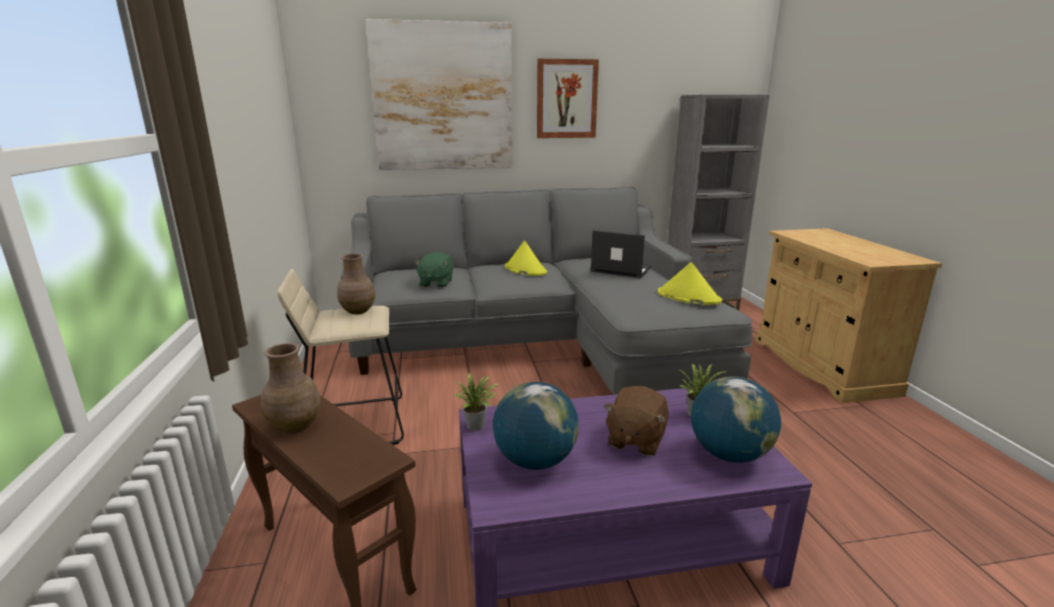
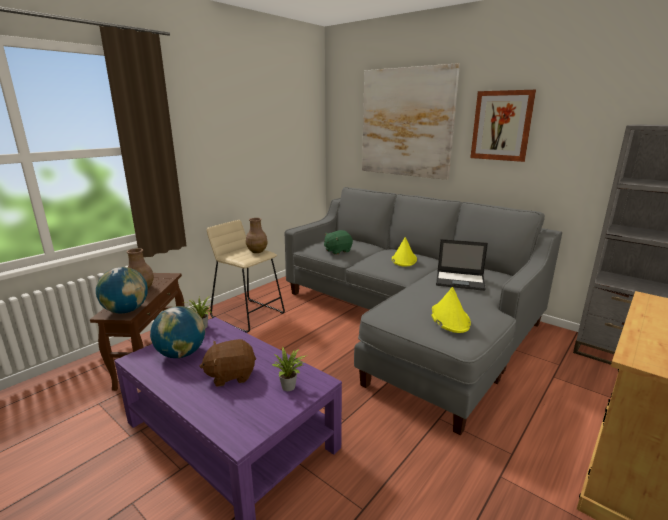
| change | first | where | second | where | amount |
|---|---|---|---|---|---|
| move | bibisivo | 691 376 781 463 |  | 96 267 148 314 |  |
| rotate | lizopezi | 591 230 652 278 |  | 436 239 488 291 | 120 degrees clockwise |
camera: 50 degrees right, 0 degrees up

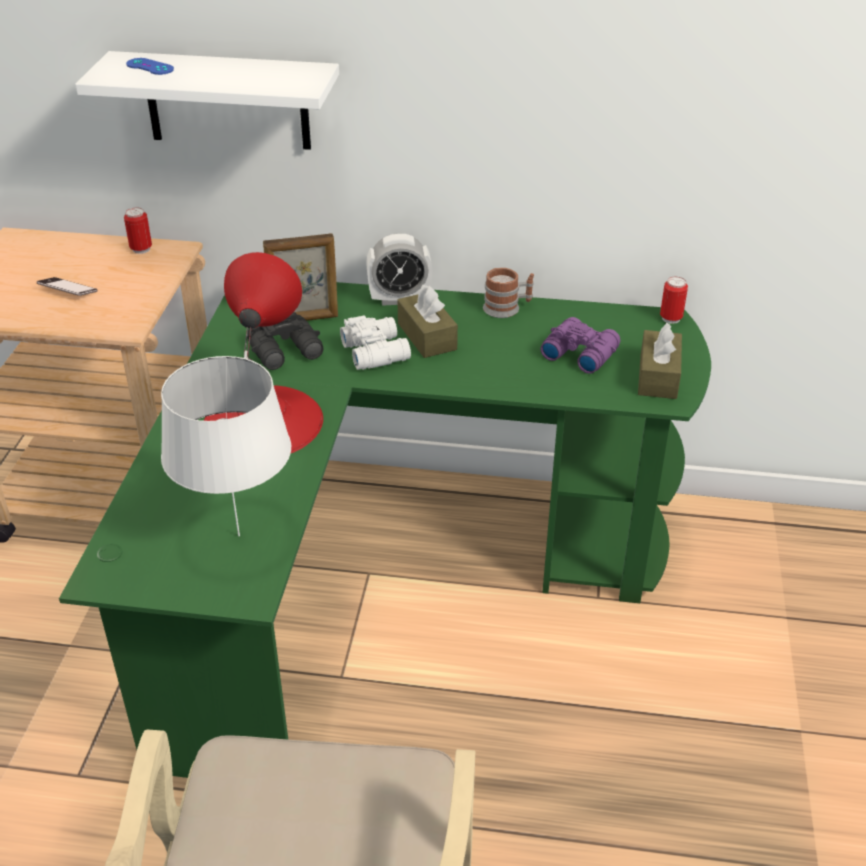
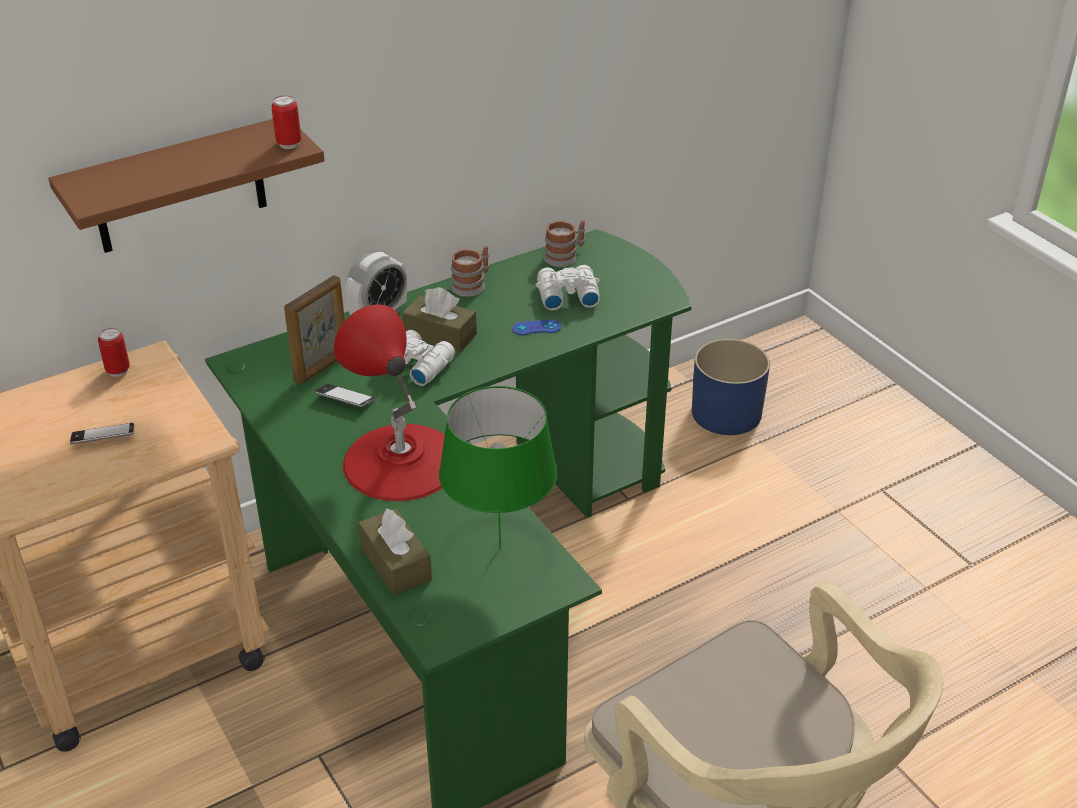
| change | first | where | second | where | amount |
|---|---|---|---|---|---|
| recolor | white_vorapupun | 75 51 339 150 | brown_vorapupun | 48 119 325 253 |  |
| move | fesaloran | 660 277 688 324 |  | 271 96 301 149 |  |
| replace | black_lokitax | 247 312 324 370 | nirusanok | 314 384 375 407 |  |
| move | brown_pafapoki | 638 323 682 399 |  | 358 508 432 595 |  |
| recolor | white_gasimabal | 161 356 291 536 | green_gasimabal | 439 386 557 550 |  |
| move | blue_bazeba | 126 58 174 75 |  | 512 320 561 335 |  |
| recolor | purple_lokitax | 540 317 621 374 | white_lokitax | 536 265 600 310 |  |
| insert |  |  | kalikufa | 544 220 585 267 |  |
| insert |  |  | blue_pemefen | 692 339 770 435 |  |
camera: 40 degrees left, 0 degrees up

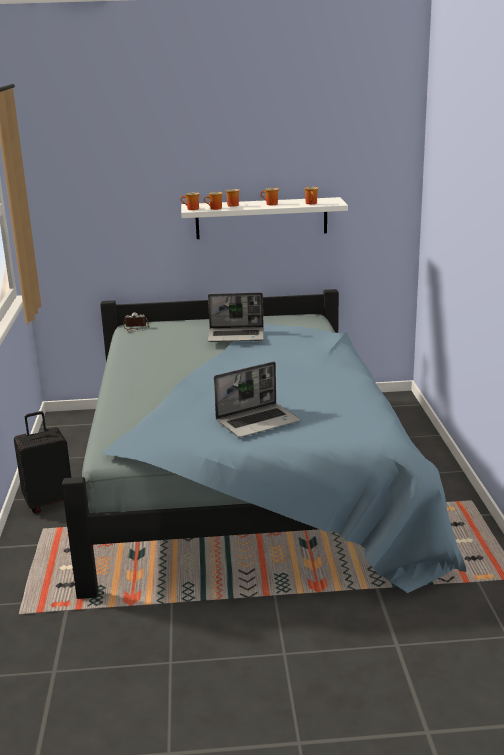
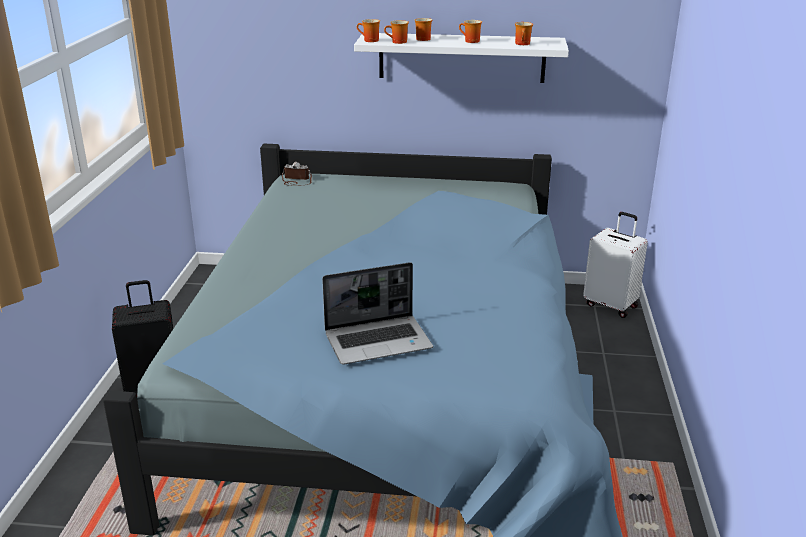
| change | first | where | second | where | amount |
|---|---|---|---|---|---|
| insert |  |  | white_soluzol | 583 212 648 318 |  |
| delete | lizopezi | 208 293 264 342 |  |  |  |
camera: 10 degrees right, 5 degrees up

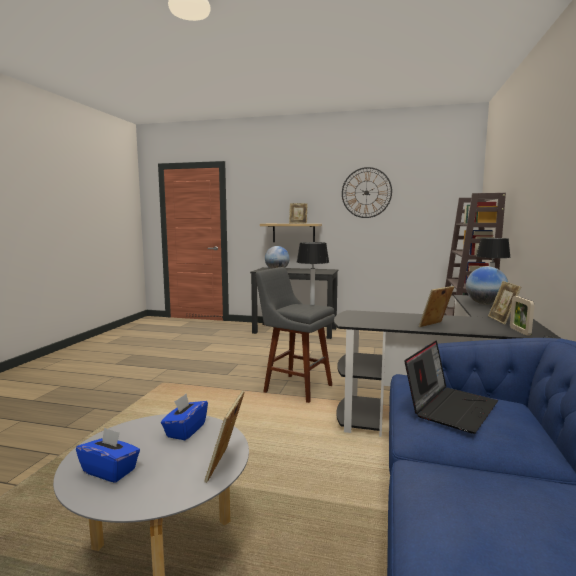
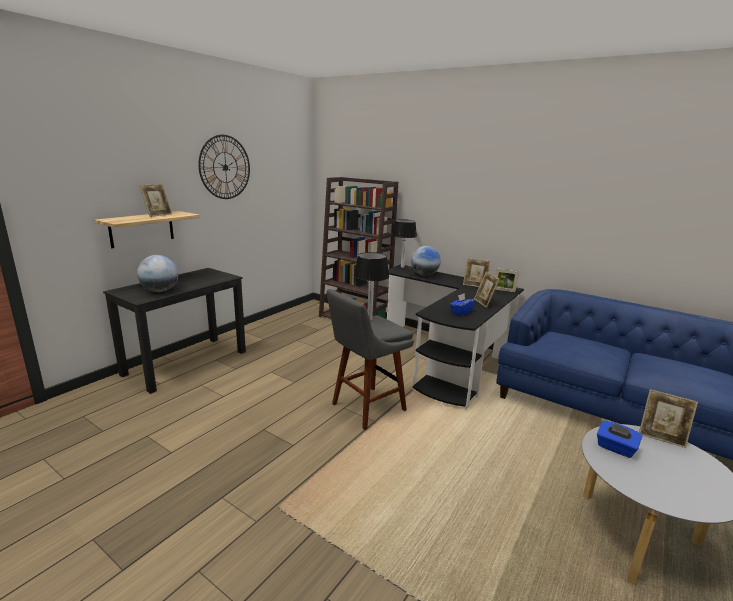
| change | first | where | second | where | amount |
|---|---|---|---|---|---|
| move | blue_pafapoki | 76 427 140 483 |  | 450 293 475 316 |  |
| delete | lizopezi | 404 341 498 434 |  |  |  |
camera: 70 degrees left, 10 degrees up

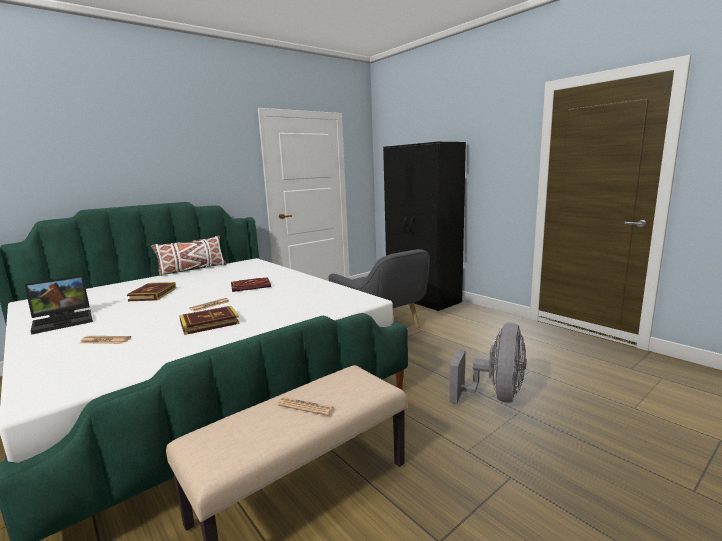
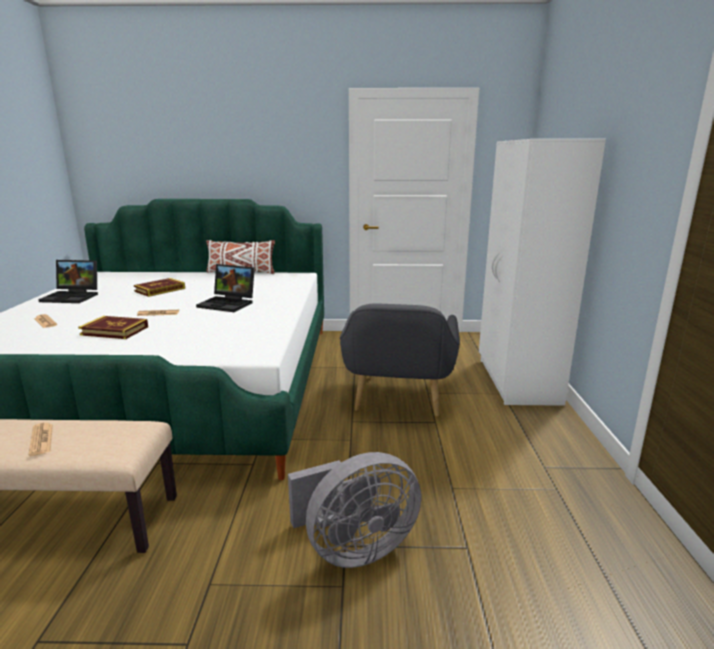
| change | first | where | second | where | amount |
|---|---|---|---|---|---|
| replace | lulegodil | 231 277 271 292 | lizopezi | 196 264 255 312 |  |
| recolor | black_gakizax | 383 142 466 311 | white_gakizax | 479 139 606 406 |  |
camera: 40 degrees right, 5 degrees up

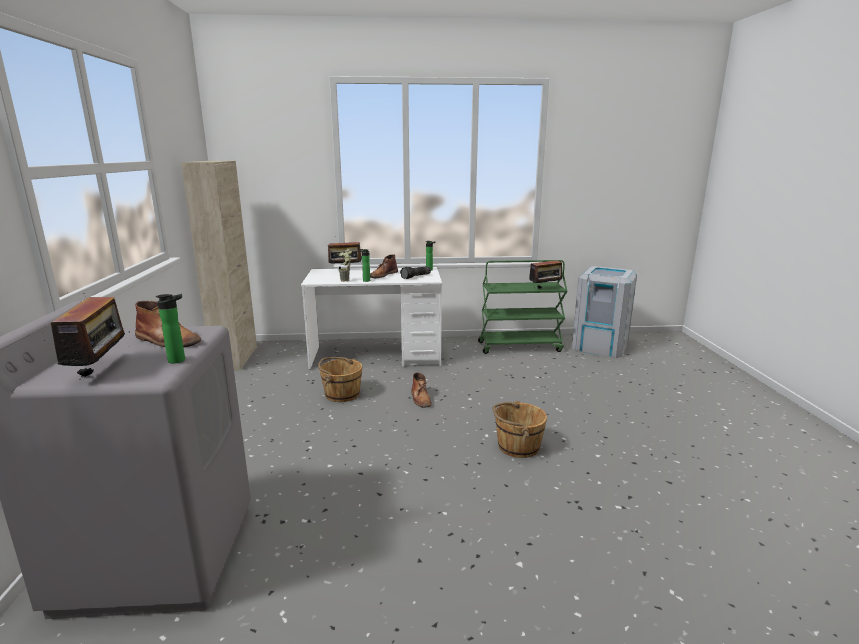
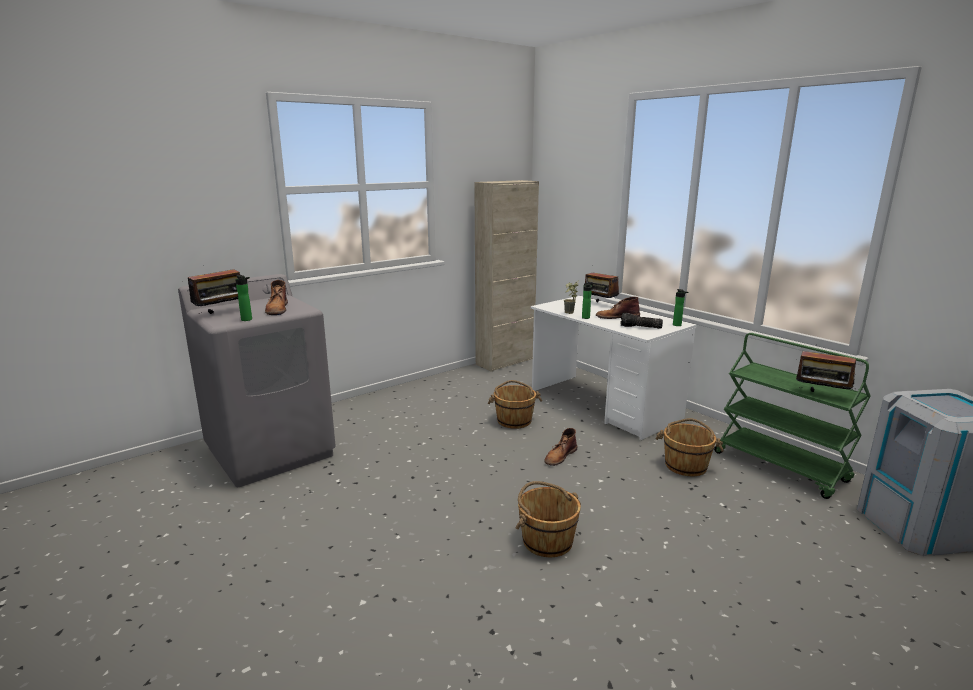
| change | first | where | second | where | amount |
|---|---|---|---|---|---|
| insert |  |  | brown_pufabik | 655 418 724 476 |  |
camera: 55 degrees right, 0 degrees up

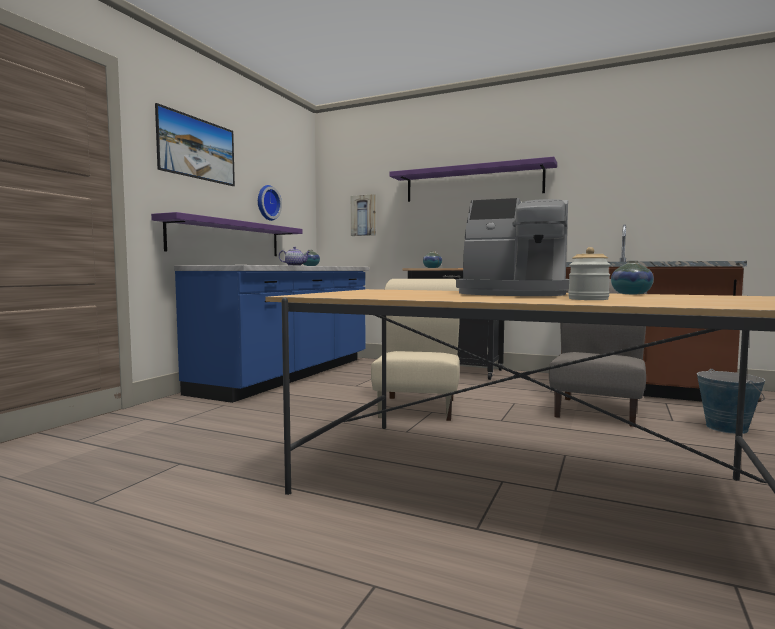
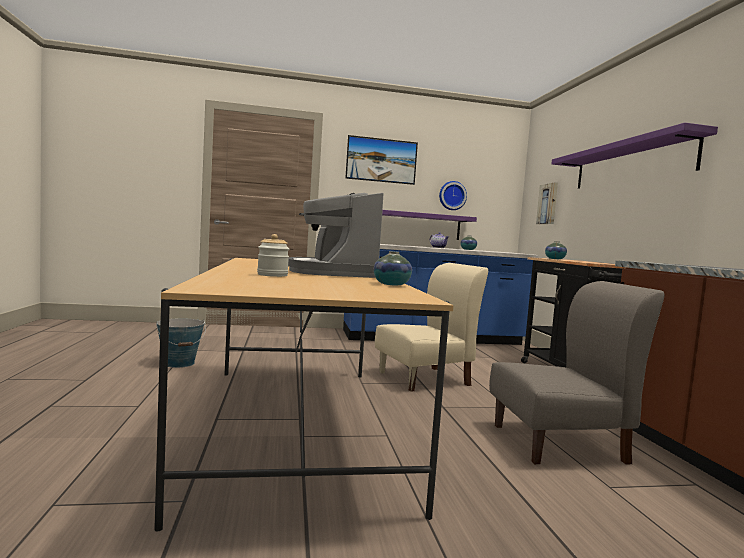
| change | first | where | second | where | amount |
|---|---|---|---|---|---|
| move | pufabik | 697 369 765 434 |  | 156 318 206 368 |  |
camera: 55 degrees right, 0 degrees up

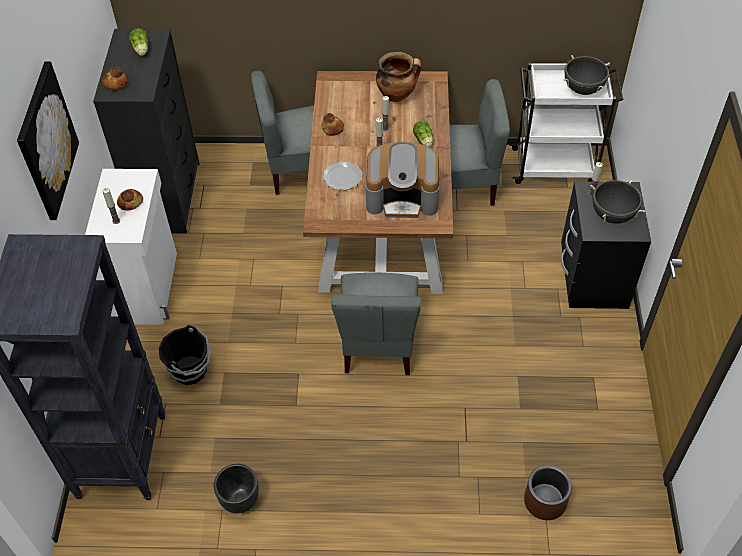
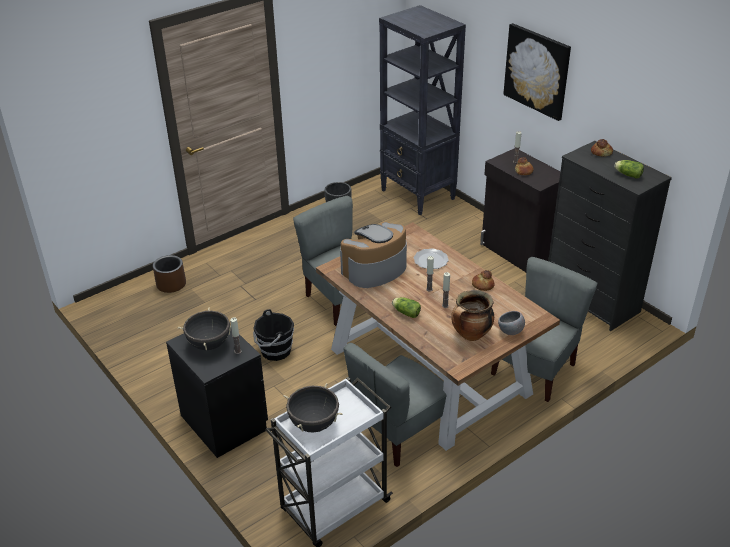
| change | first | where | second | where | amount |
|---|---|---|---|---|---|
| move | black_pufabik | 159 325 211 385 |  | 253 309 294 361 |  |
| recolor | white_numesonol | 85 169 177 325 | black_numesonol | 480 148 561 272 |  |
| insert |  |  | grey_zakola | 498 311 525 335 |  |
camera: 140 degrees right, 15 degrees down

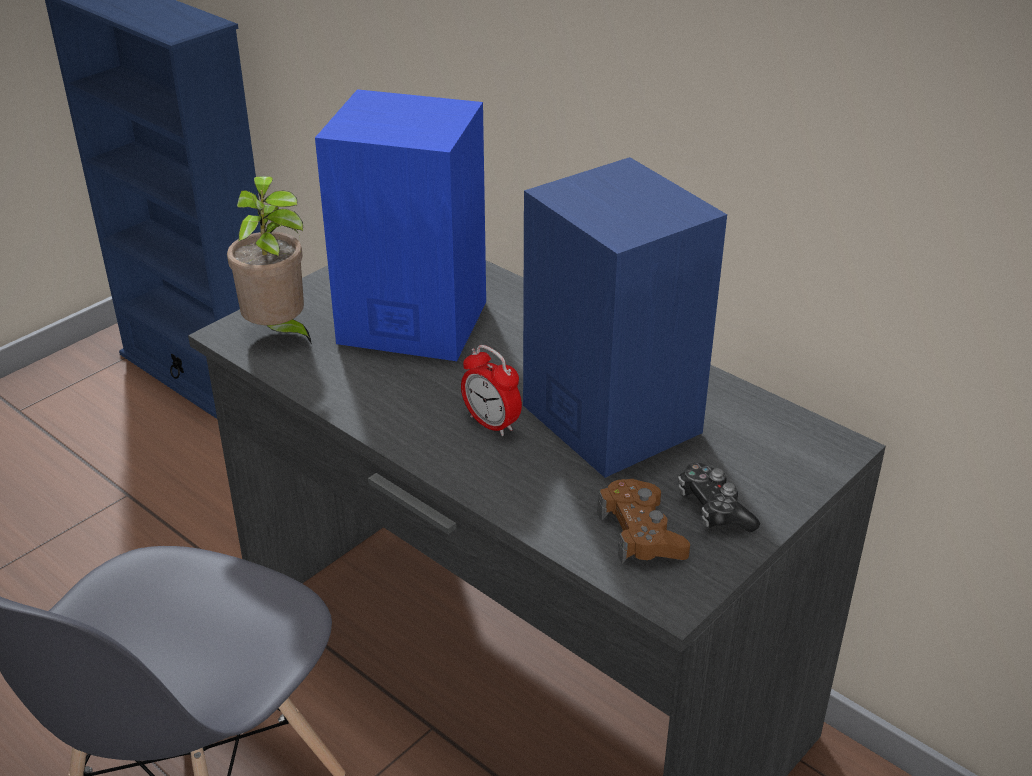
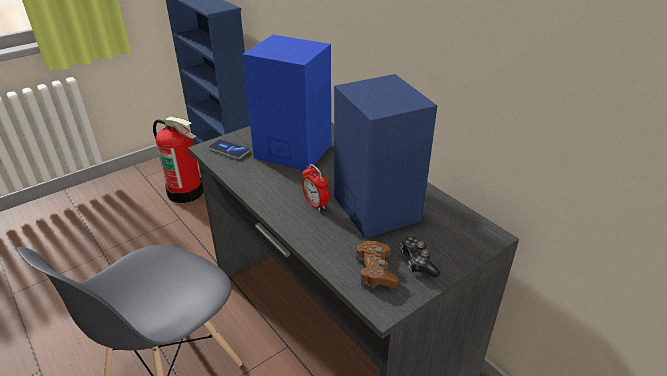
| change | first | where | second | where | amount |
|---|---|---|---|---|---|
| insert |  |  | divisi | 153 117 204 203 |  |
| replace | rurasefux | 227 176 312 345 | nirusanok | 208 139 249 159 |  |
camera: 10 degrees right, 0 degrees up

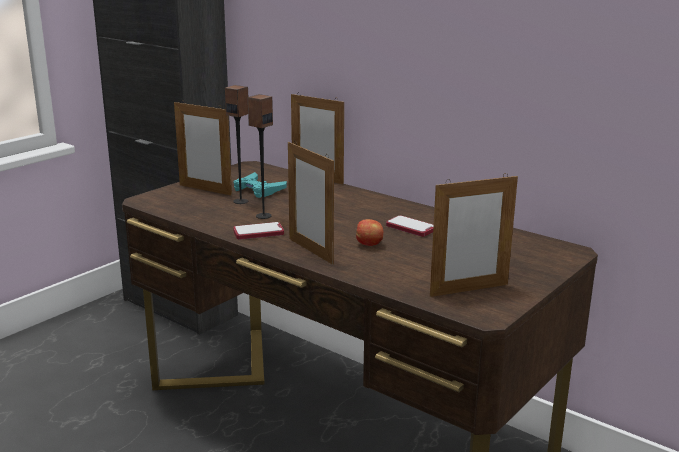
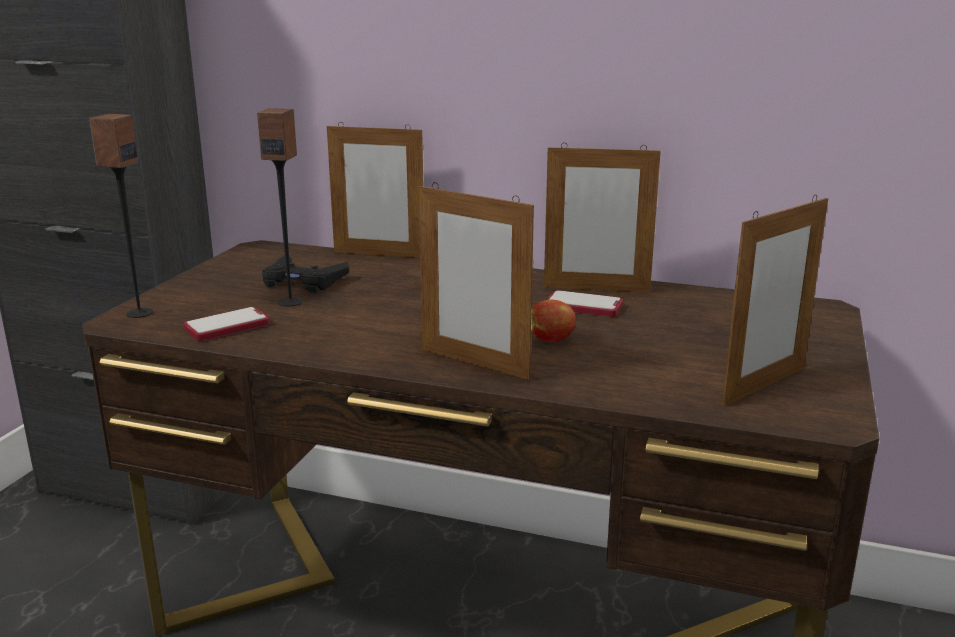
| change | first | where | second | where | amount |
|---|---|---|---|---|---|
| move | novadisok | 248 94 273 219 |  | 89 114 153 318 |  |
| move | nirusanok | 233 222 284 240 |  | 184 307 269 341 |  |
| recolor | turquoise_bazeba | 233 172 287 198 | black_bazeba | 262 255 349 293 |  |
| move | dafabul | 174 100 232 196 |  | 544 143 661 292 |  |
camera: 20 degrees left, 0 degrees up

